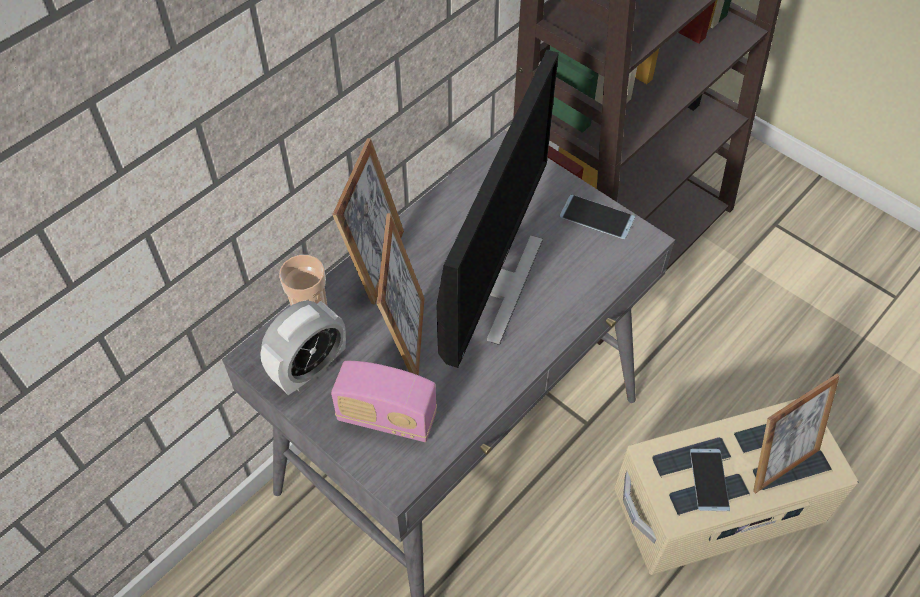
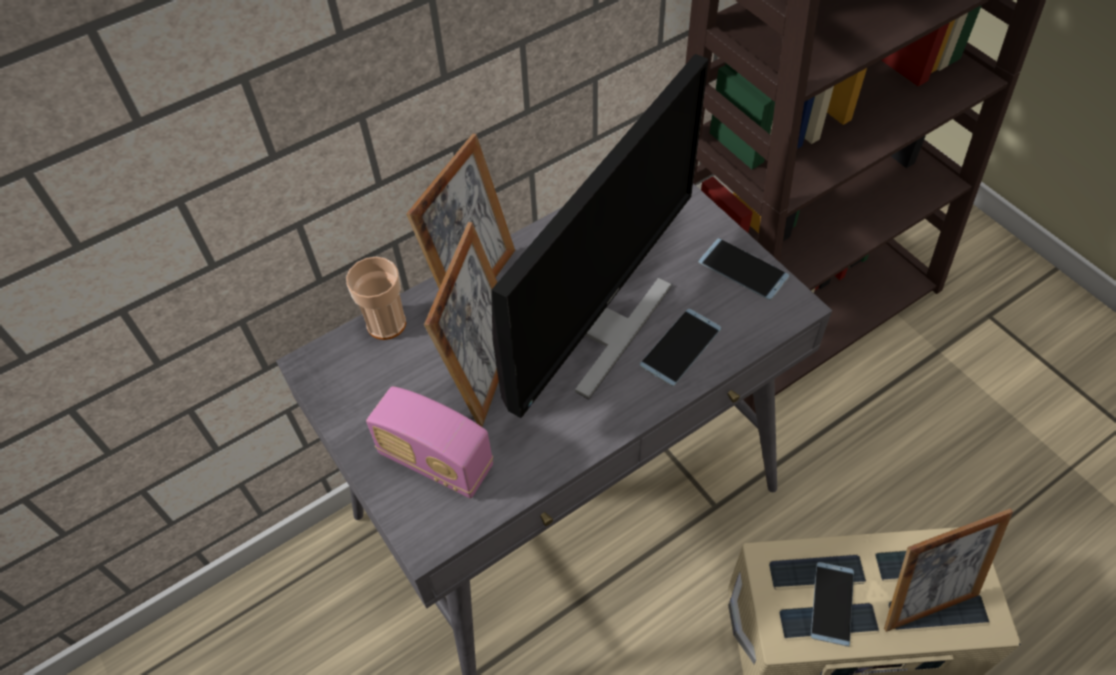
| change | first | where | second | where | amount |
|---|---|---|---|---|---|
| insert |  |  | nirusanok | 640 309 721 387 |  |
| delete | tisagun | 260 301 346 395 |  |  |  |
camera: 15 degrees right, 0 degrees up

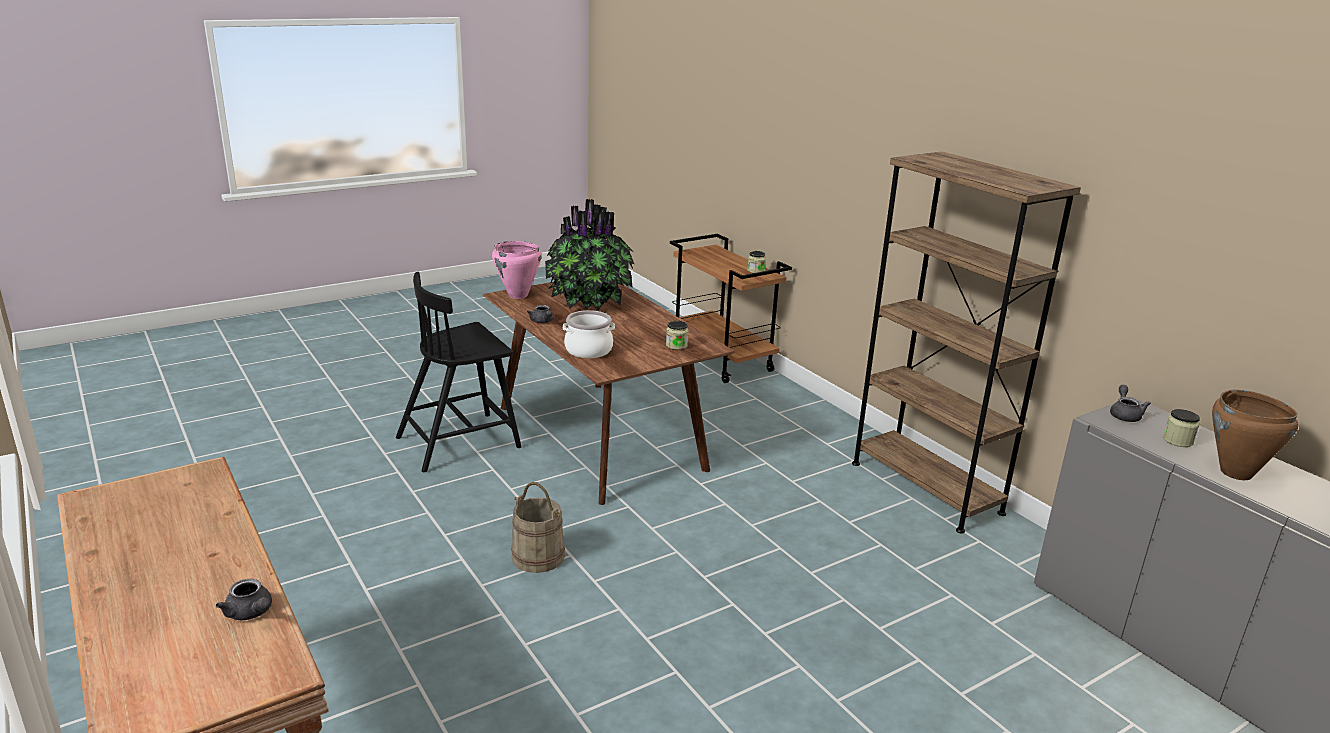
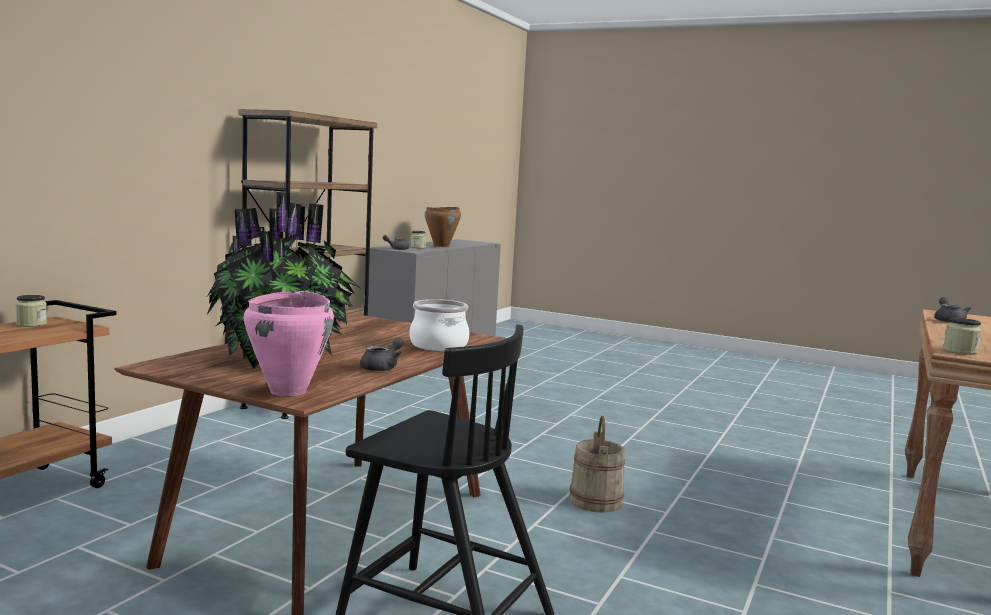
| change | first | where | second | where | amount |
|---|---|---|---|---|---|
| move | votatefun | 666 321 688 350 |  | 943 318 981 355 |  |
camera: 120 degrees left, 15 degrees down

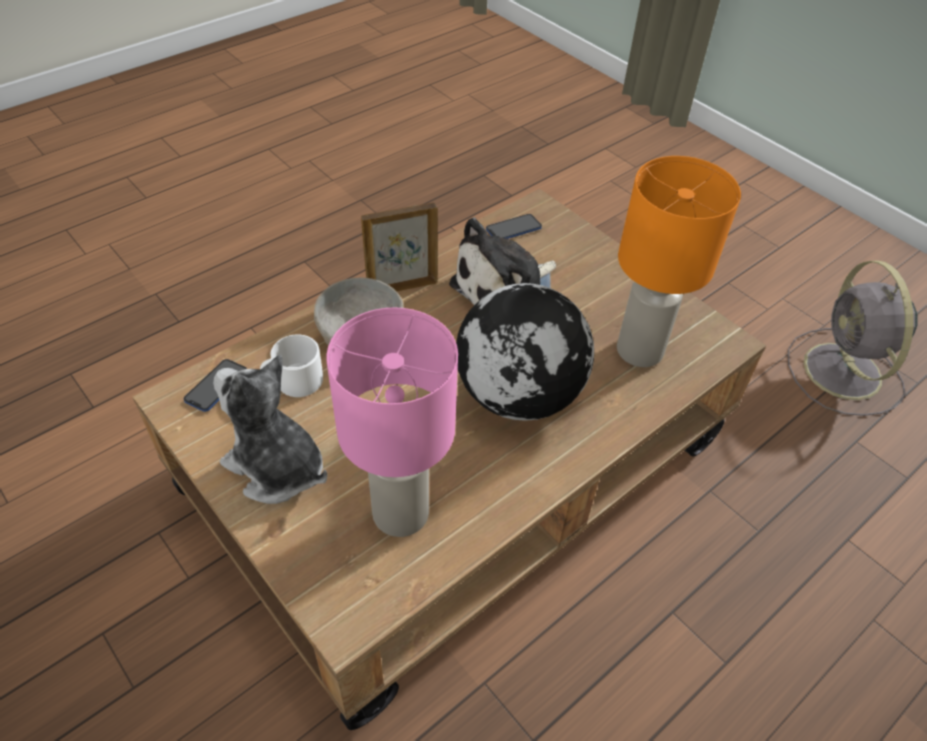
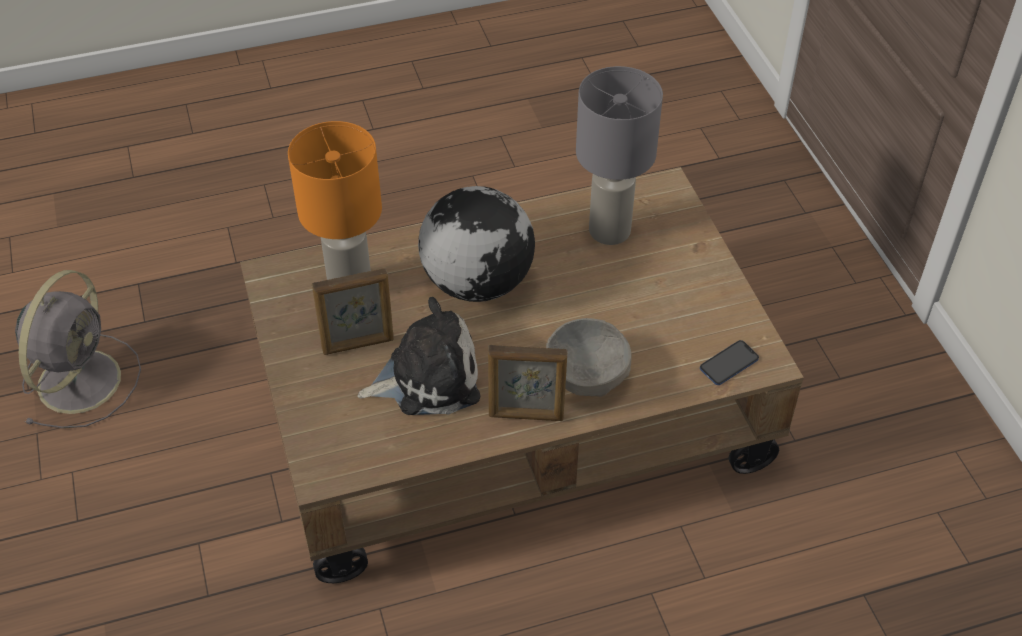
| change | first | where | second | where | amount |
|---|---|---|---|---|---|
| insert |  |  | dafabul | 312 268 394 355 |  |
| recolor | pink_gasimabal | 327 307 458 537 | grey_gasimabal | 576 66 663 245 |  |
| delete | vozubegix | 213 354 327 504 |  |  |  |
| delete | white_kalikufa | 260 334 323 397 |  |  |  |
| delete | nirusanok | 486 214 542 239 |  |  |  |
camera: 155 degrees left, 0 degrees up

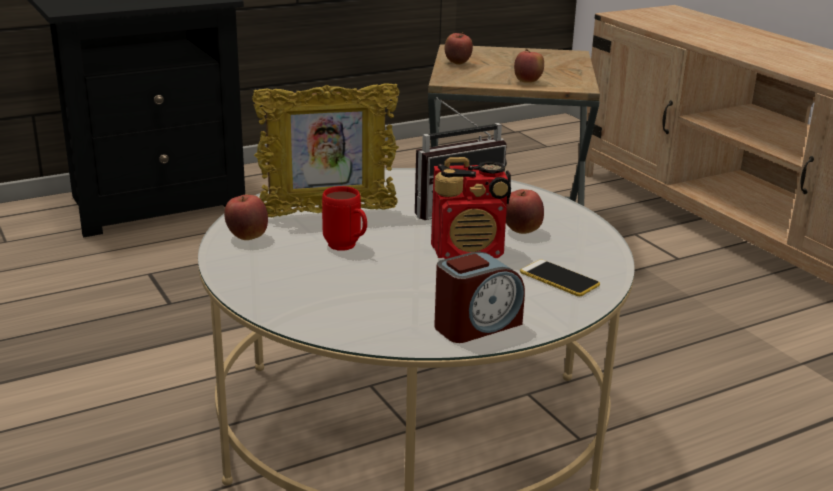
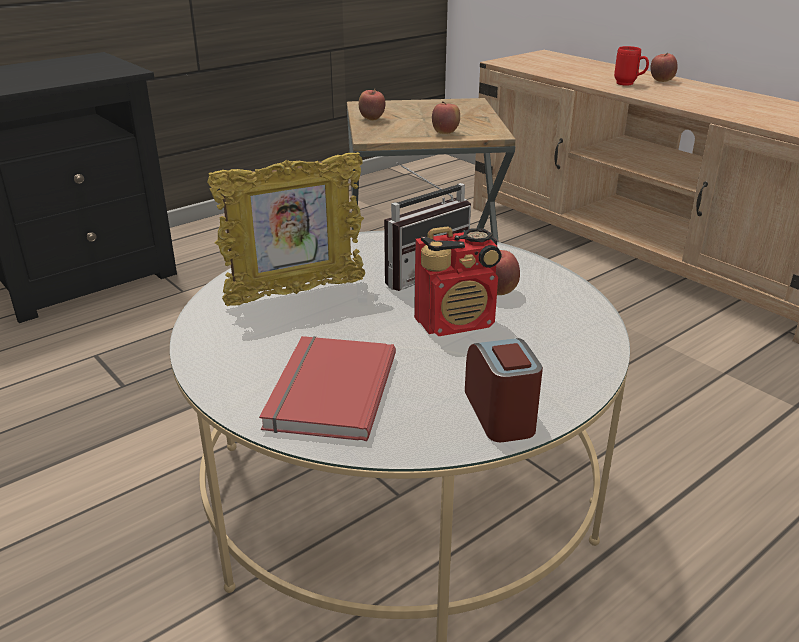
| change | first | where | second | where | amount |
|---|---|---|---|---|---|
| insert |  |  | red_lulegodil | 259 336 396 441 |  |
| rotate | tisagun | 434 251 525 343 |  | 465 338 543 442 | 60 degrees counterclockwise |
| move | red_kalikufa | 322 186 367 251 |  | 614 46 649 86 |  |
| move | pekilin | 224 194 268 240 |  | 650 53 678 82 |  |
| delete | nirusanok | 520 259 600 296 |  |  |  |
camera: 10 degrees left, 5 degrees up

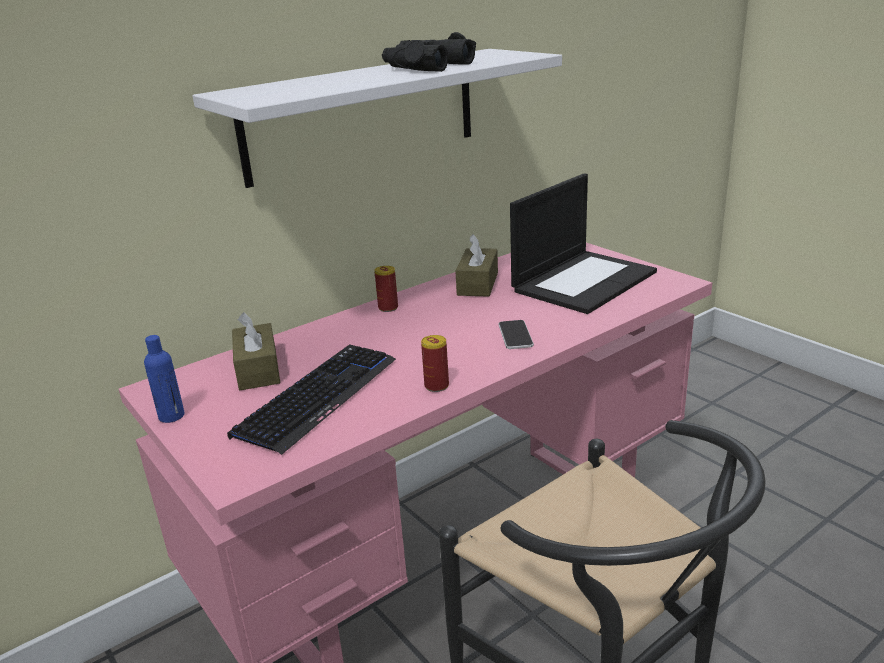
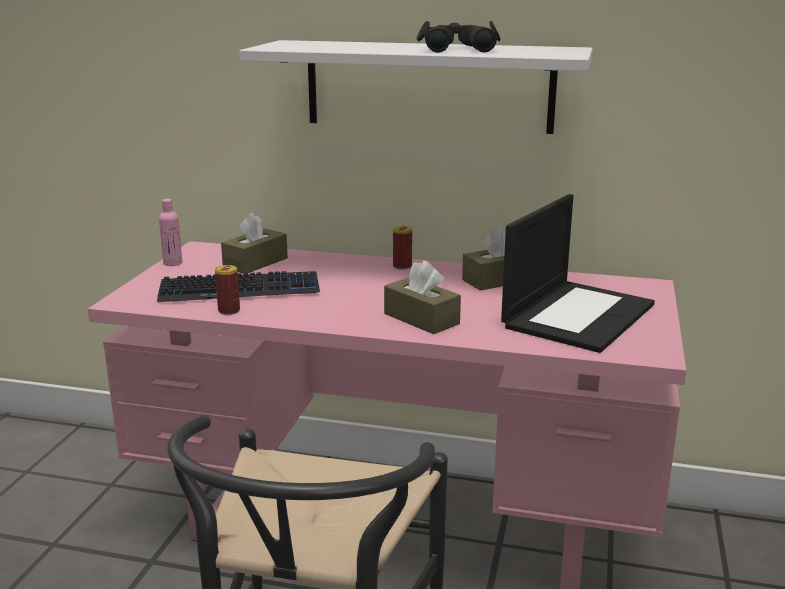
| change | first | where | second | where | amount |
|---|---|---|---|---|---|
| recolor | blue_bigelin | 144 335 184 423 | pink_bigelin | 159 199 182 266 |  |
| move | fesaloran | 421 335 449 392 |  | 215 265 240 315 |  |
| replace | nirusanok | 498 320 534 349 | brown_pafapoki | 384 261 461 334 |  |
| rotate | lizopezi | 510 173 657 314 |  | 501 194 655 353 | 60 degrees counterclockwise |
camera: 50 degrees right, 5 degrees down

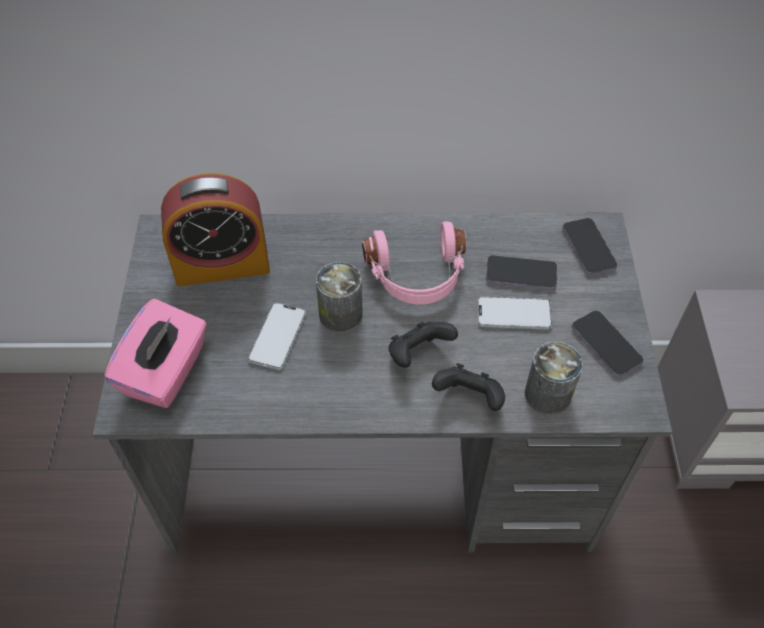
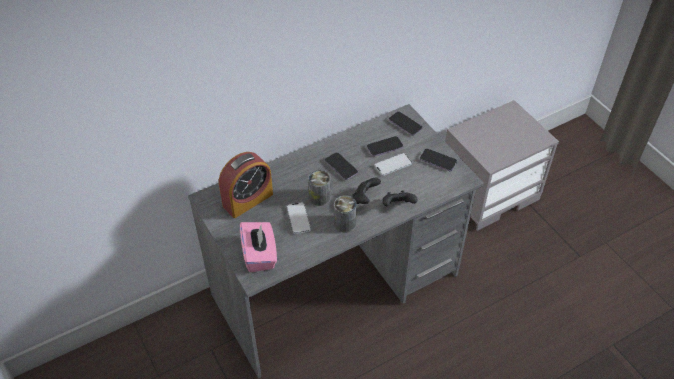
| change | first | where | second | where | amount |
|---|---|---|---|---|---|
| replace | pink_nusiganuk | 362 221 466 305 | nirusanok | 325 152 358 180 |  |
| move | fesaloran | 525 341 583 415 |  | 334 196 357 233 |  |
camera: 30 degrees left, 5 degrees down

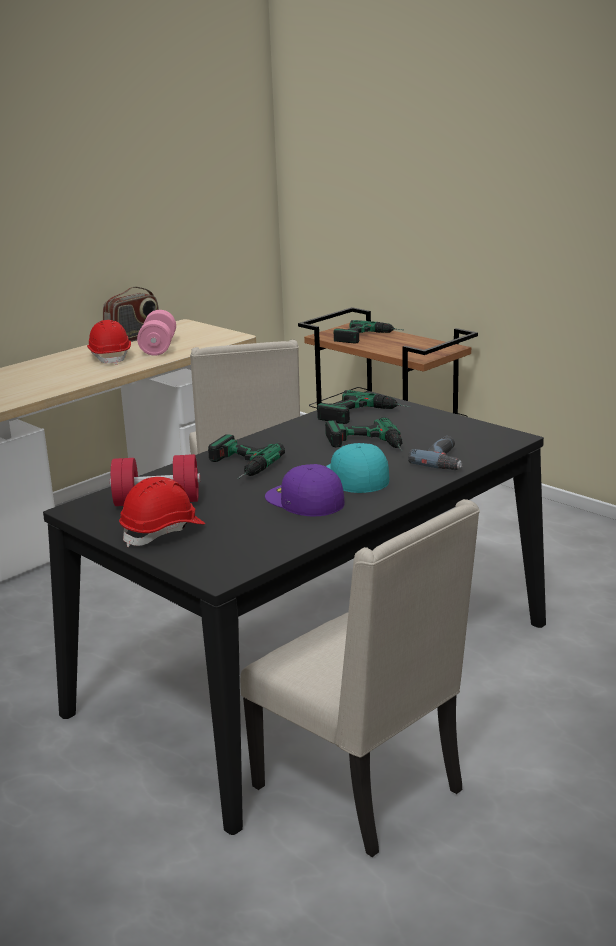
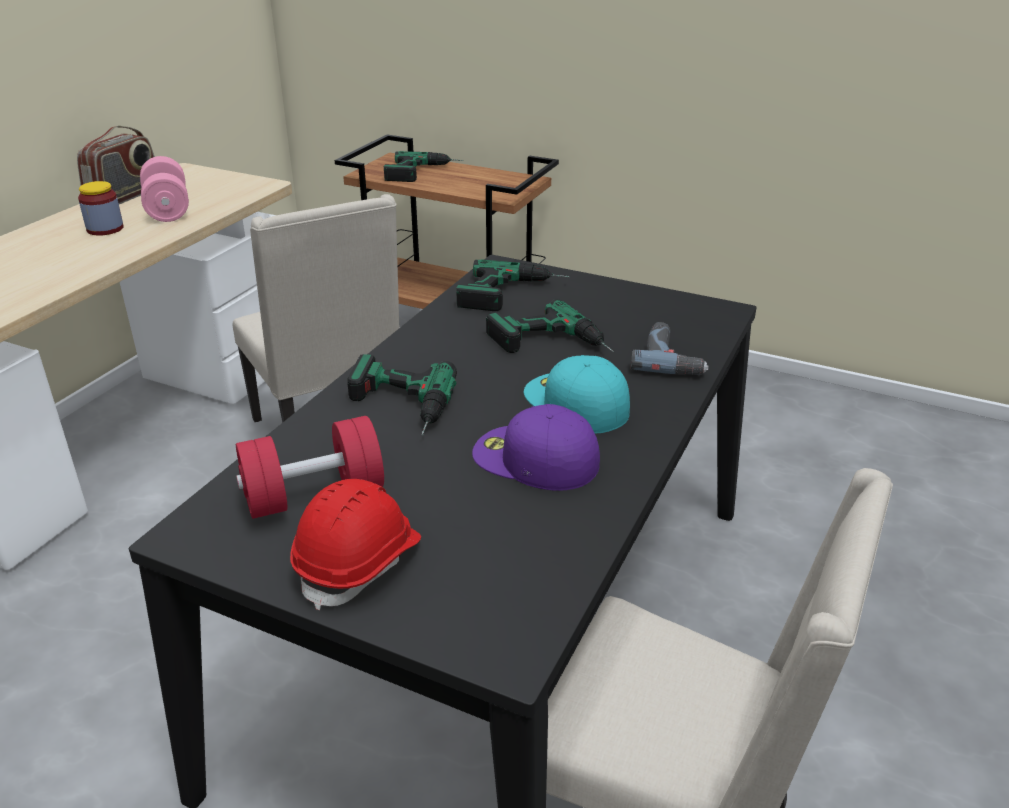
| change | first | where | second | where | amount |
|---|---|---|---|---|---|
| replace | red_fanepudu | 87 320 131 365 | votatefun | 78 181 124 236 |  |
camera: 20 degrees left, 10 degrees up

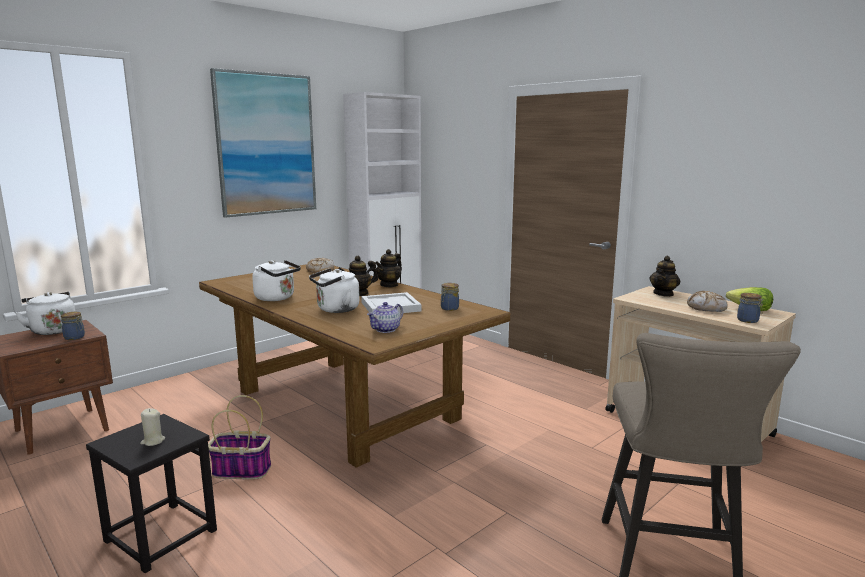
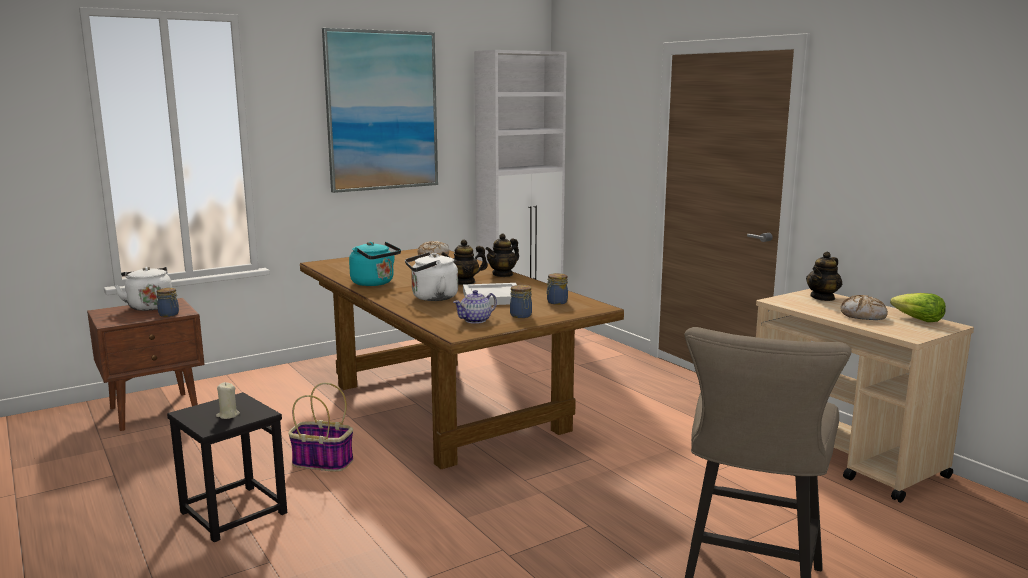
| change | first | where | second | where | amount |
|---|---|---|---|---|---|
| recolor | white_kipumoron | 252 260 301 301 | turquoise_kipumoron | 349 242 401 286 |  |
| move | votatefun | 737 293 764 323 |  | 510 285 532 318 |  |
camera: 10 degrees right, 0 degrees up

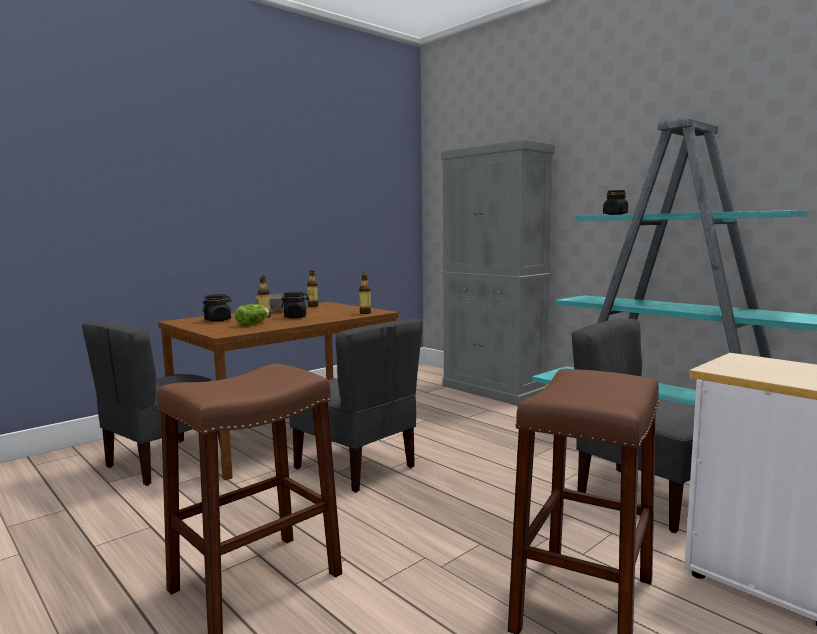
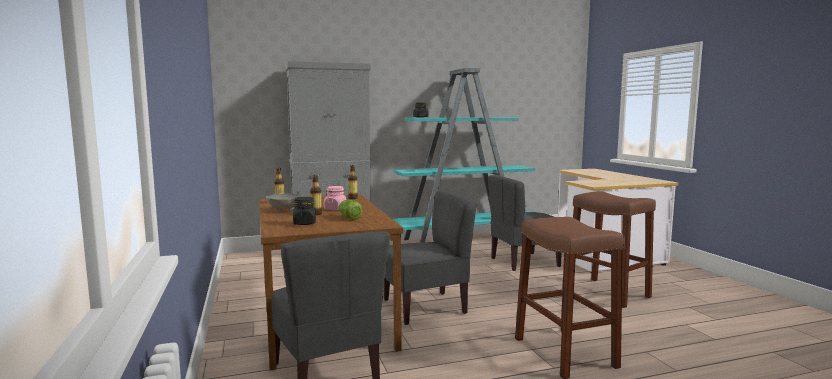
| change | first | where | second | where | amount |
|---|---|---|---|---|---|
| recolor | black_votatefun | 281 291 309 318 | pink_votatefun | 324 186 347 210 |  |
camera: 65 degrees left, 0 degrees up

